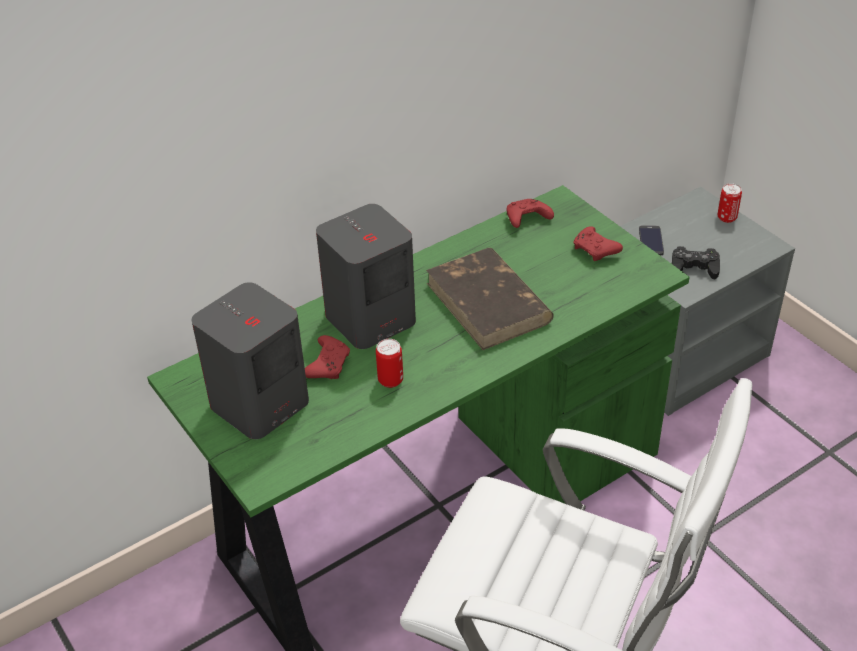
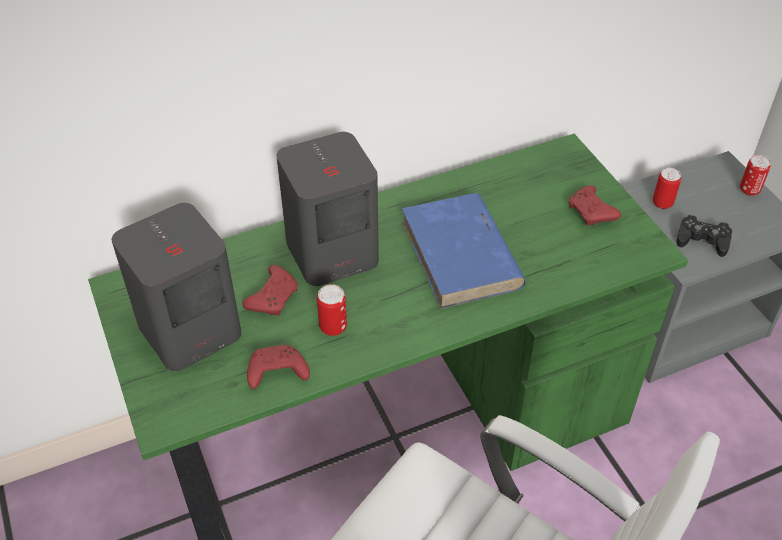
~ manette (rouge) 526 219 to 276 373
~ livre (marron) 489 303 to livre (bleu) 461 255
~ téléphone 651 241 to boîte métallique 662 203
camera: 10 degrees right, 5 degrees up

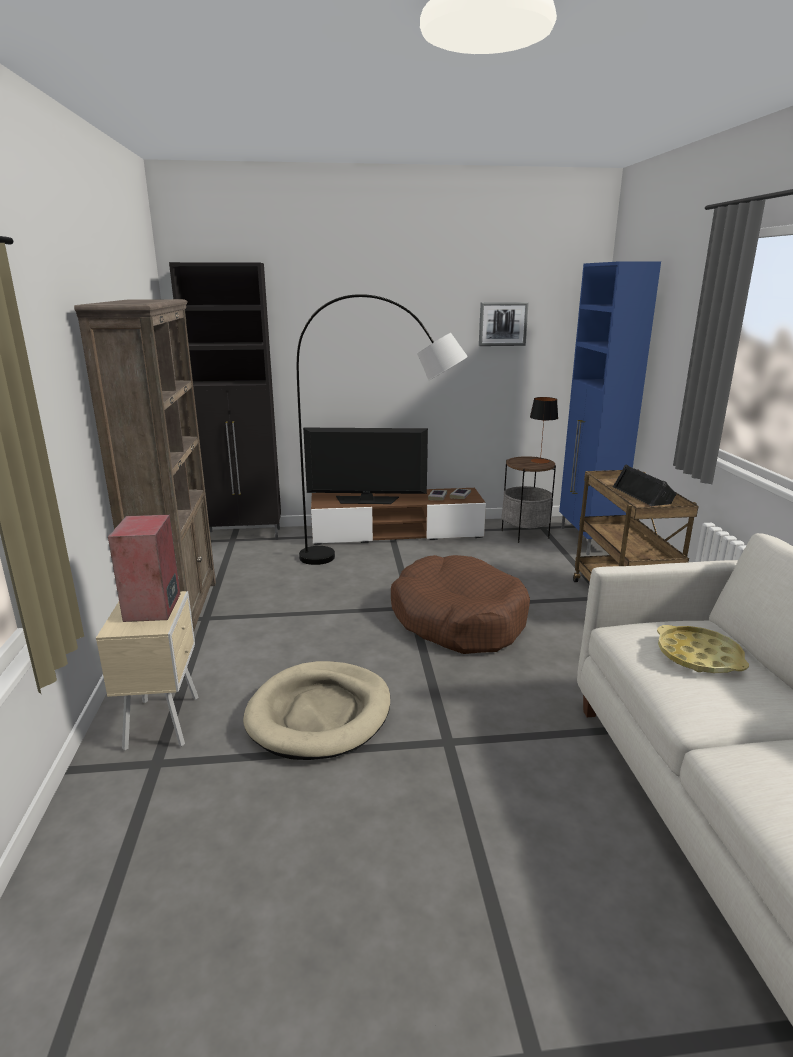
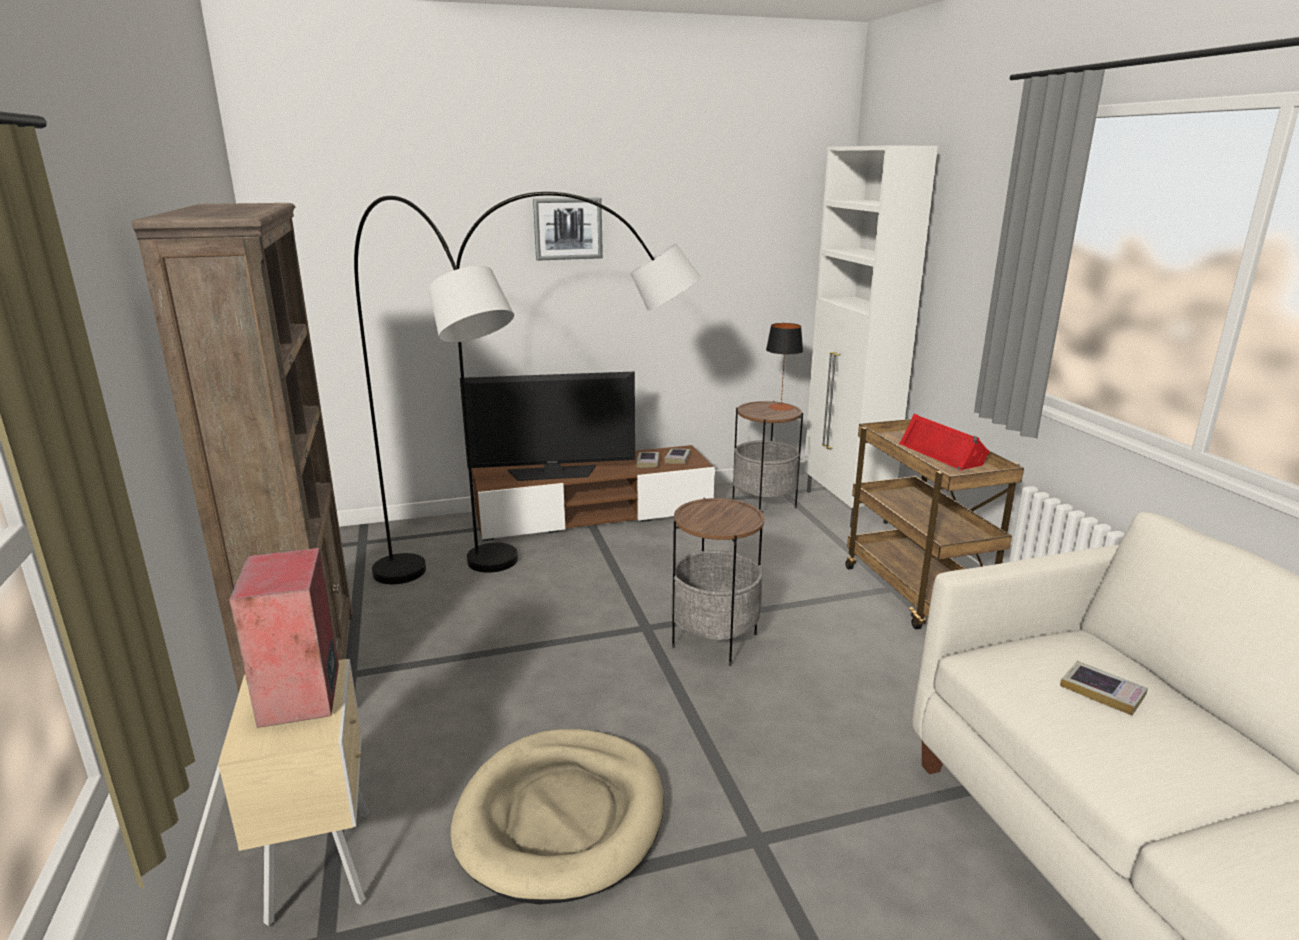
+ lampadaire (gris) 449 608
~ tableau 502 324 to 568 228
~ panier pour chien (marron) 458 619 to table d'appoint 714 640
~ meuble de rangement (bleu) 587 540 to meuble de rangement (blanc) 845 507
~ enceinte (noir) 643 495 to enceinte (rouge) 942 453
~ plateau (jaune) 698 656 to livre 1102 692
- meuble de rangement (noir) 244 535
camera: 10 degrees left, 0 degrees up

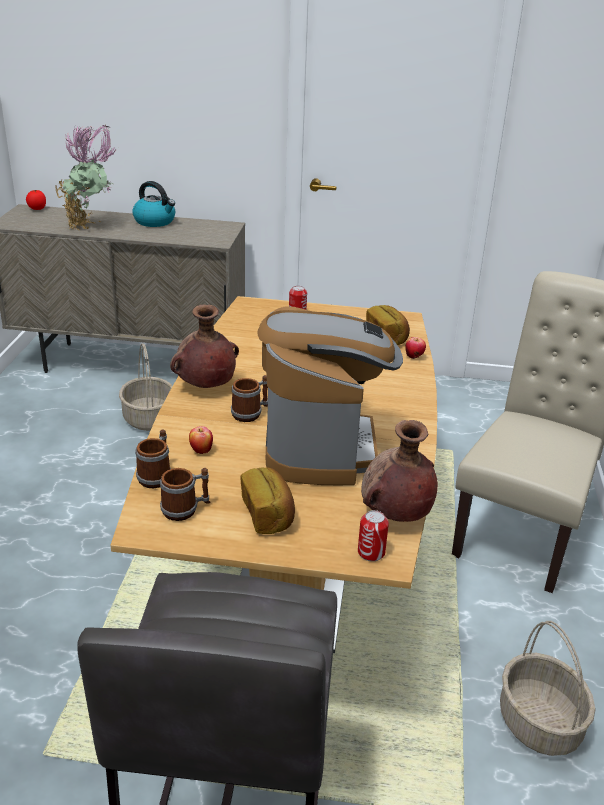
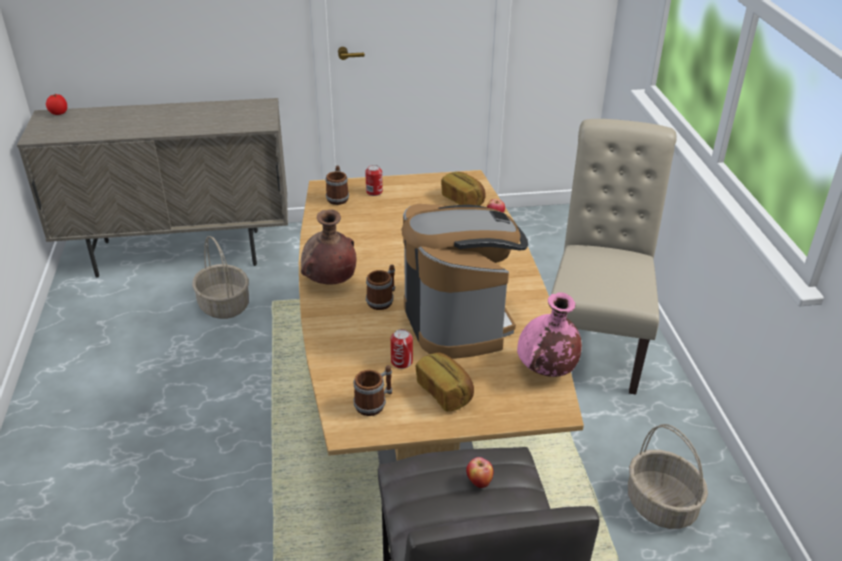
~ mug 157 475 to 338 197
~ boîte métallique 371 552 to 401 362
~ pomme 201 451 to 479 482
~ vase (marron) 395 515 to vase (rose) 546 370
- plante en pot 90 226
- bouilloire 155 221
camera: 15 degrees left, 5 degrees up

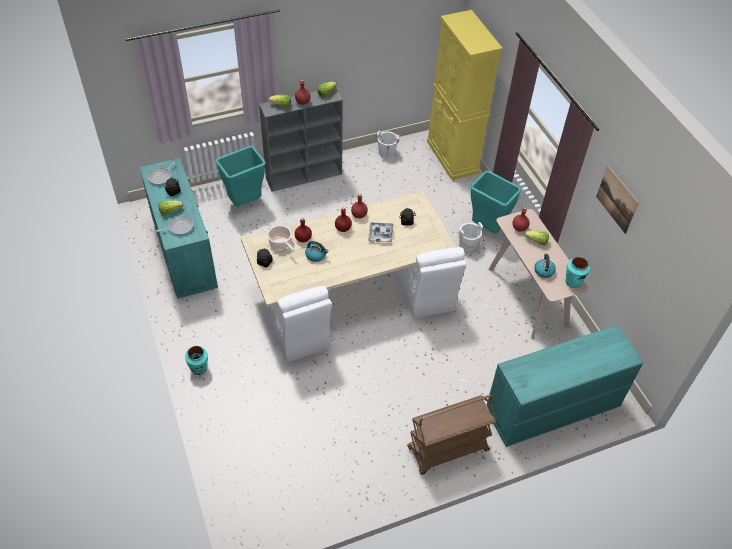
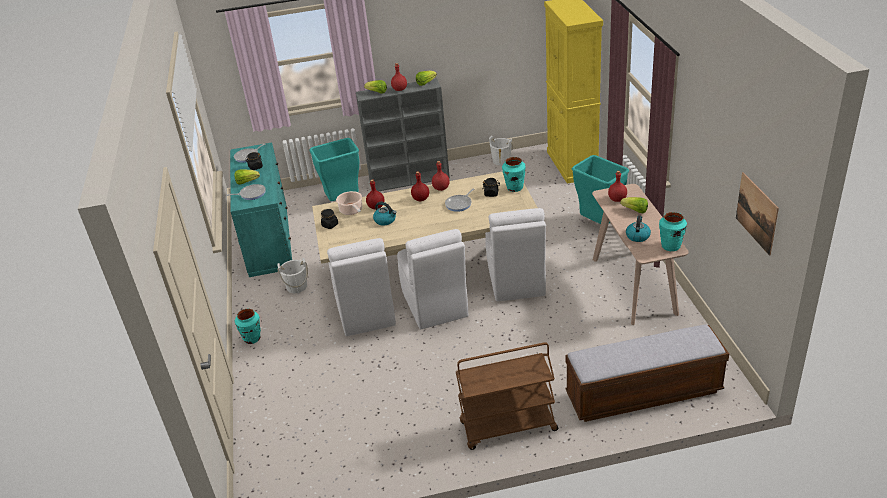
~ seau (blanc) 468 245 to 297 287
+ chaise (blanc) 435 305
~ plateau 380 234 to poêle 459 204
+ vase (turquoise) 514 188
~ commode (turquoise) 551 409 to banc 643 393
~ tableau 617 199 to 756 213
camera: 15 degrees right, 15 degrees down

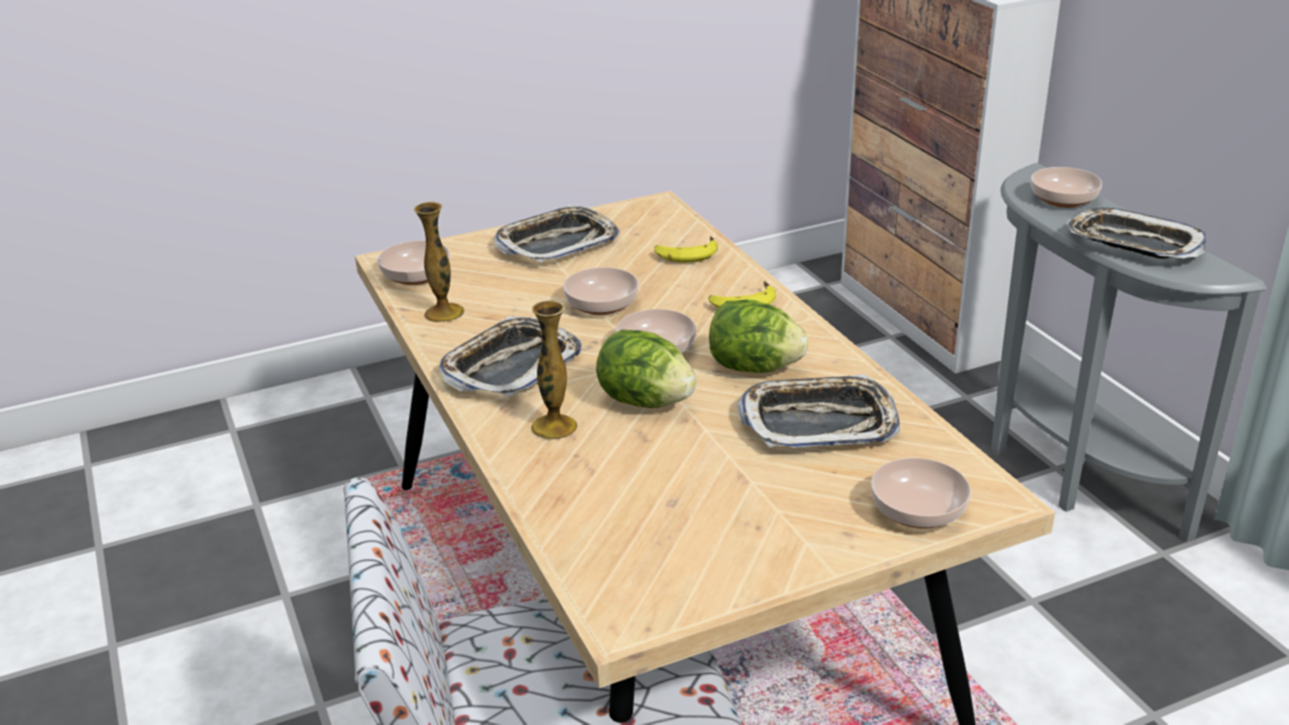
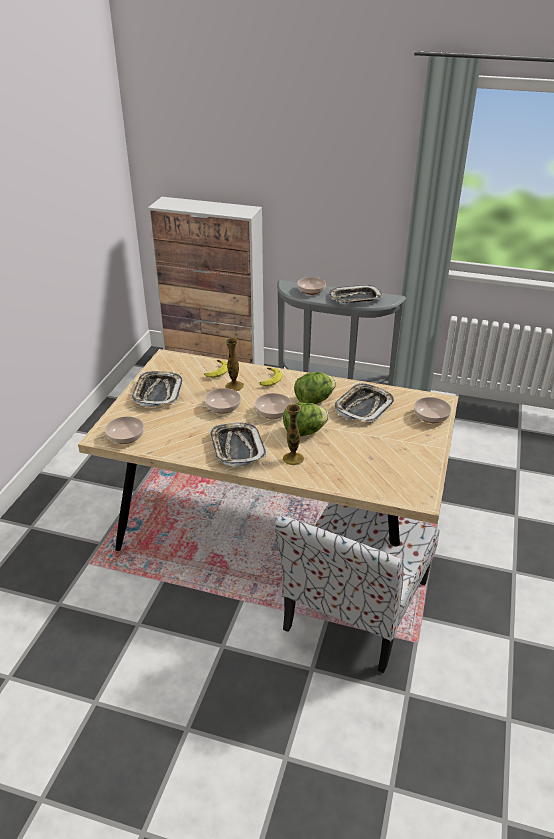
~ vase 444 313 to 234 386
camera: 50 degrees left, 5 degrees up

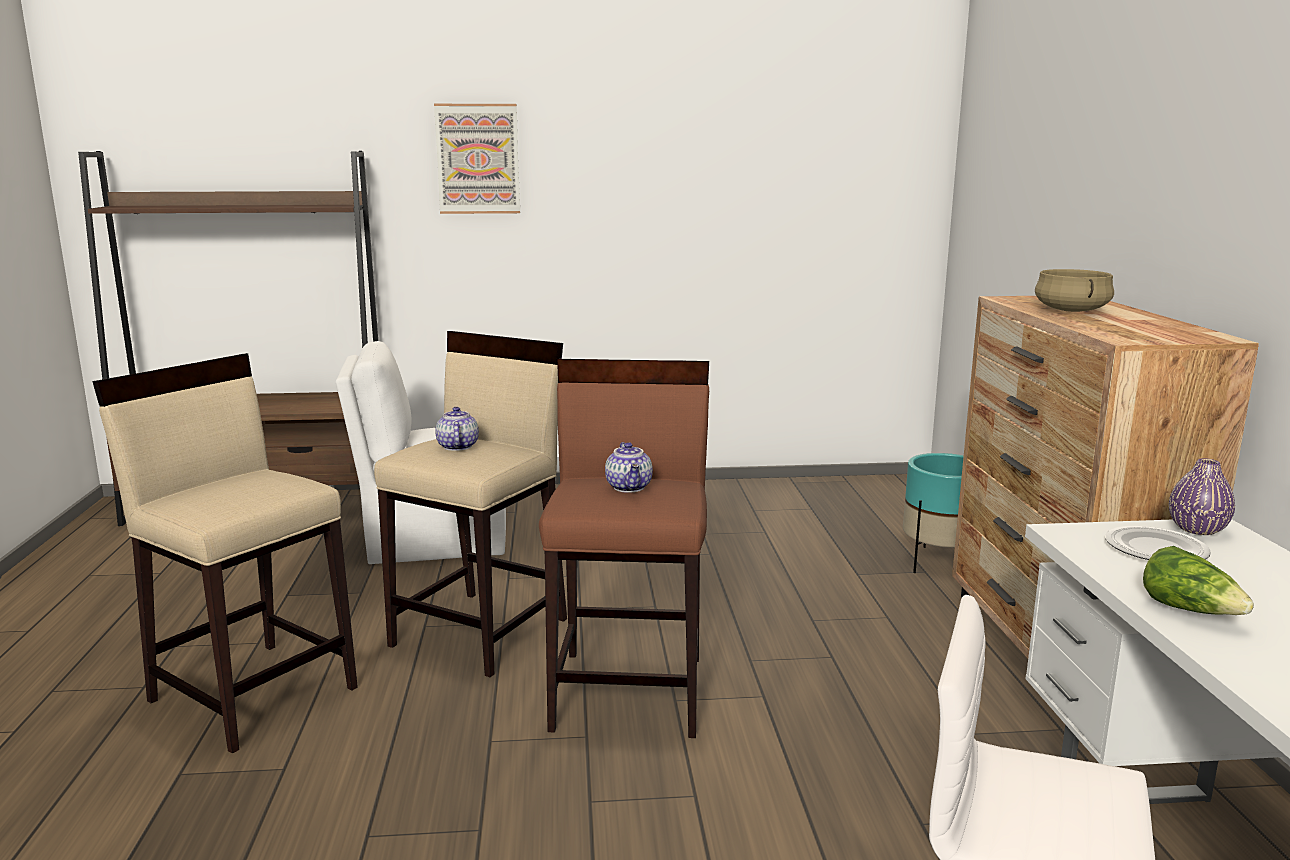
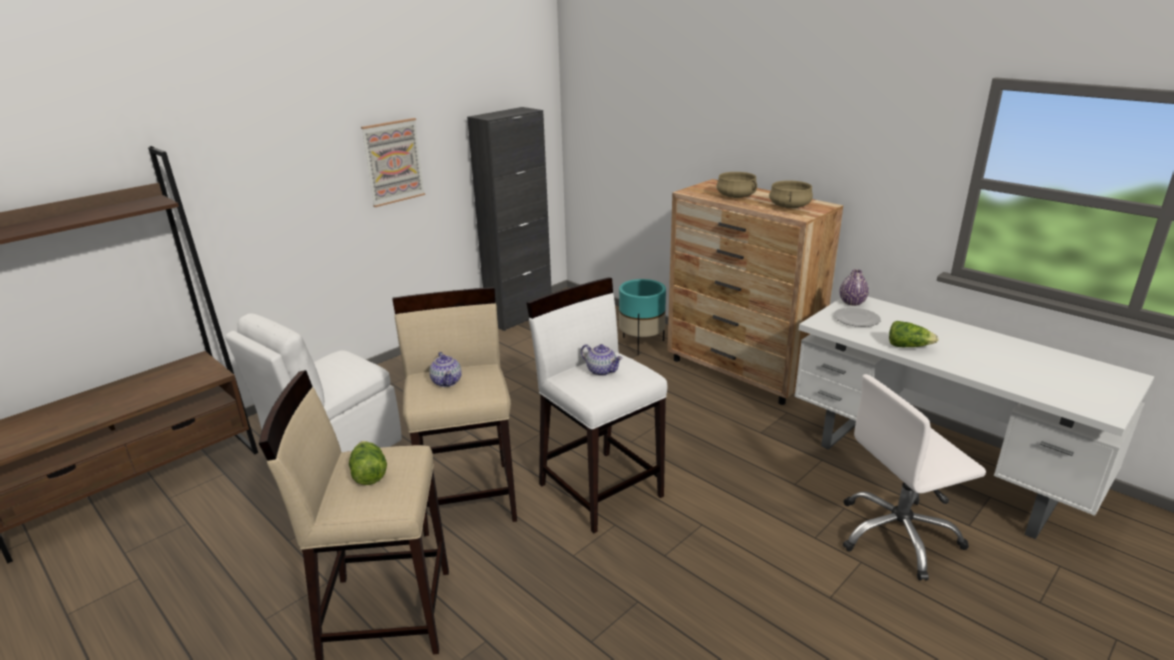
+ laitue 368 474
~ tableau 478 159 to 393 162
~ théière 457 447 = 447 381 150 degrees counterclockwise
+ meuble de rangement (noir) 519 316
~ tabouret (marron) 630 691 to tabouret (blanc) 600 489
+ marmite (beige) 789 206
camera: 40 degrees left, 10 degrees up

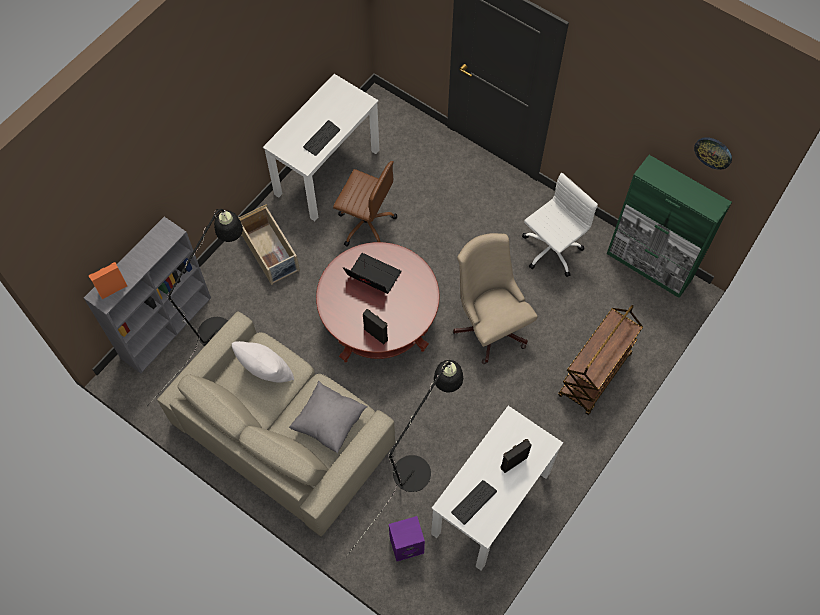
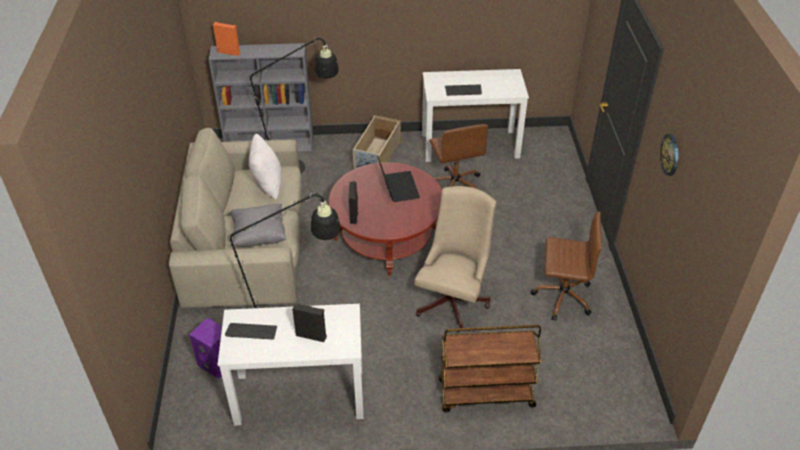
~ chaise de bureau (blanc) 550 251 to chaise de bureau (marron) 561 296
~ horloge murale 713 152 to 670 154
- meuble de rangement (vert) 649 266
camera: 50 degrees right, 20 degrees down

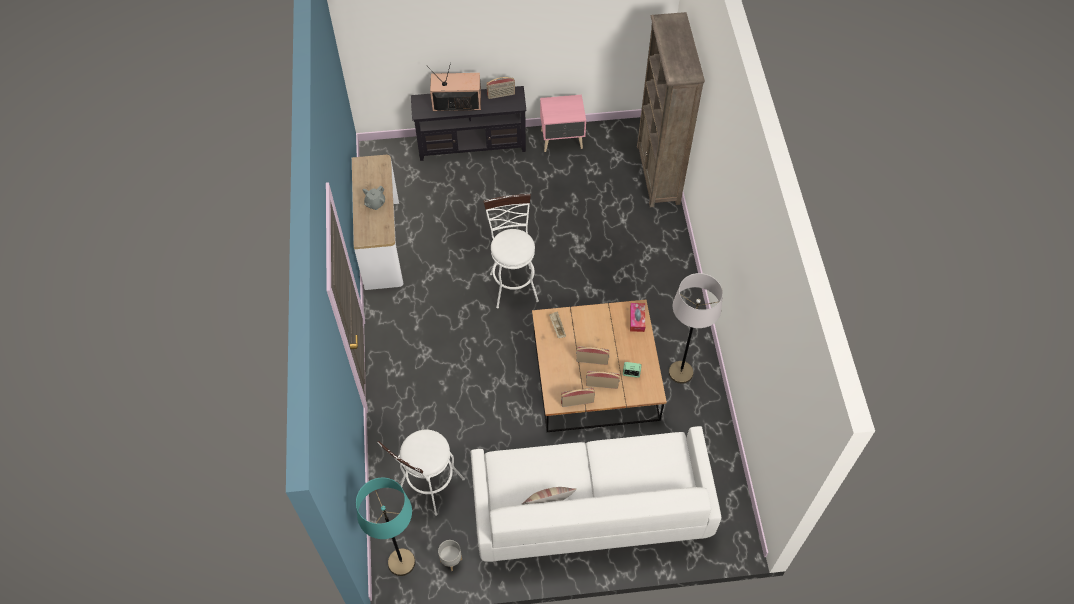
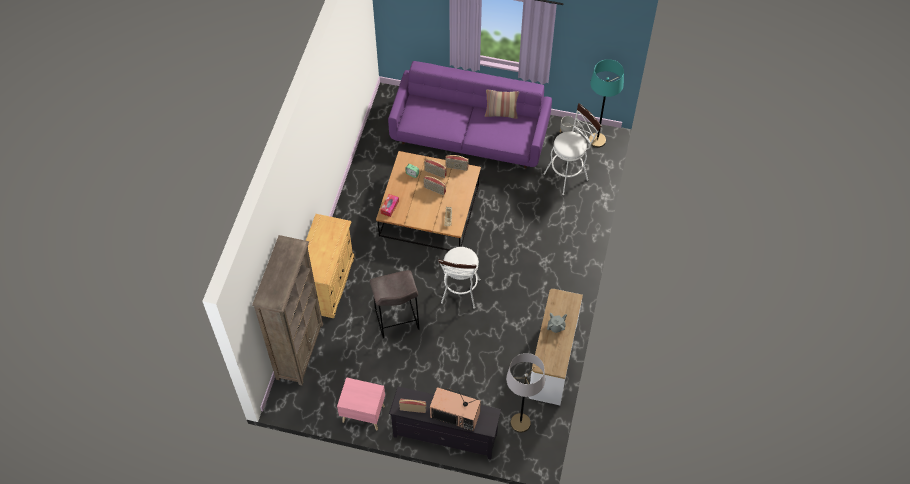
+ meuble de rangement (beige) 328 283
+ tabouret (gris) 397 321
~ canapé (blanc) 590 506 to canapé (violet) 470 135
~ lampadaire (gris) 680 372 to 520 423
camera: 160 degrees left, 0 degrees up

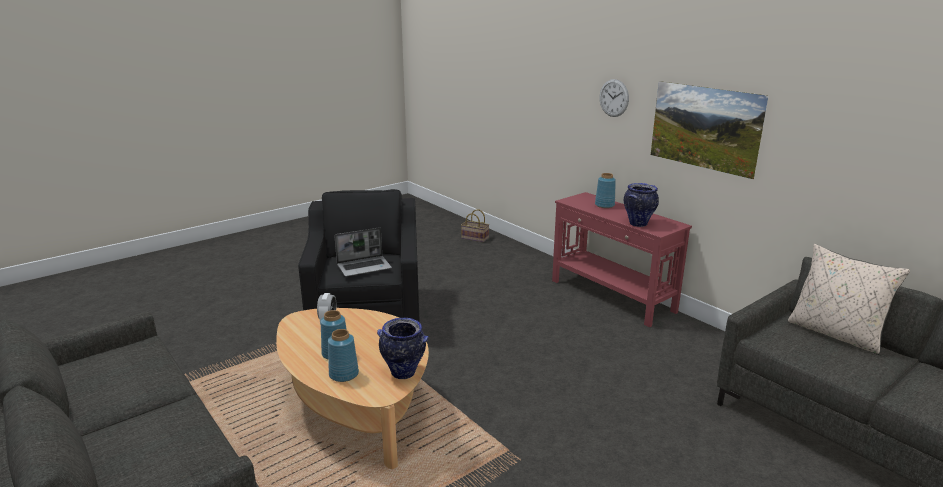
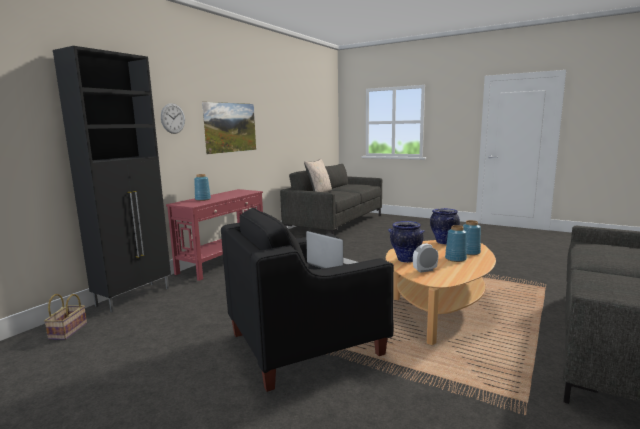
+ meuble de rangement (noir) 135 296
~ vase 638 224 to 405 260
camera: 110 degrees left, 10 degrees down

